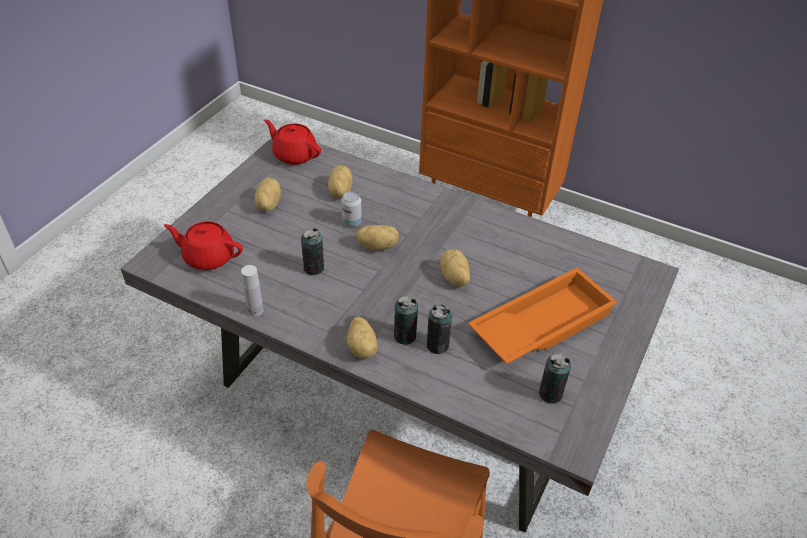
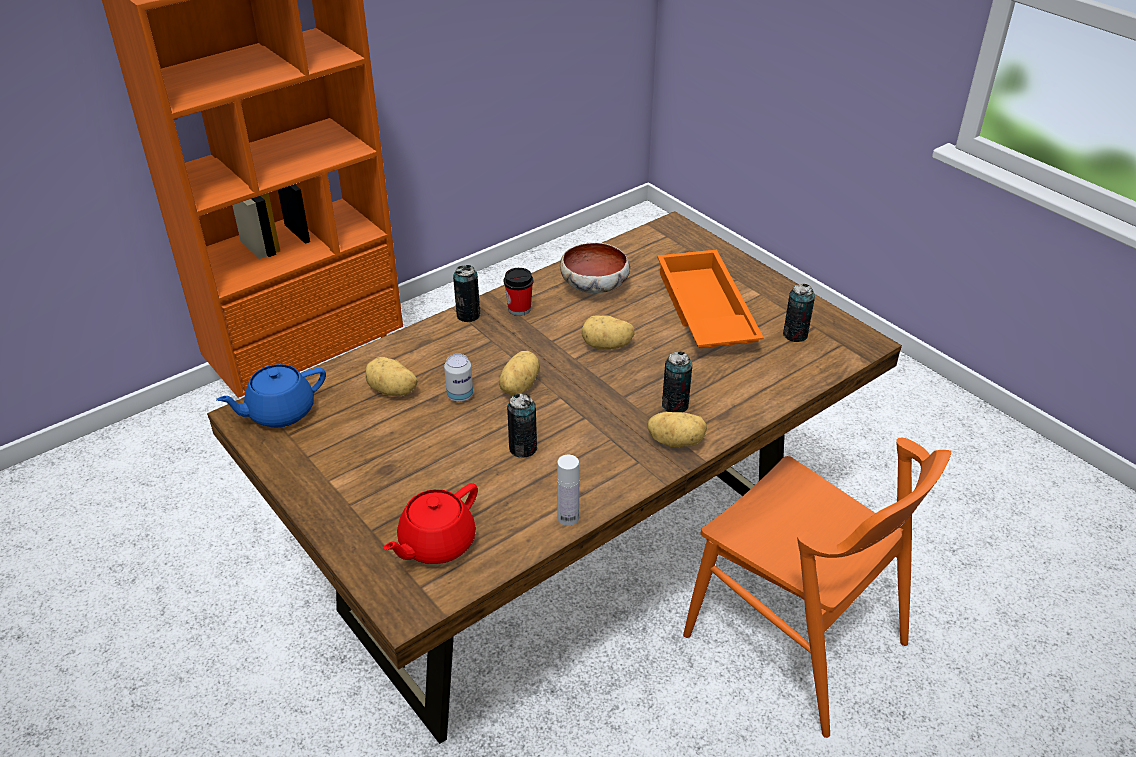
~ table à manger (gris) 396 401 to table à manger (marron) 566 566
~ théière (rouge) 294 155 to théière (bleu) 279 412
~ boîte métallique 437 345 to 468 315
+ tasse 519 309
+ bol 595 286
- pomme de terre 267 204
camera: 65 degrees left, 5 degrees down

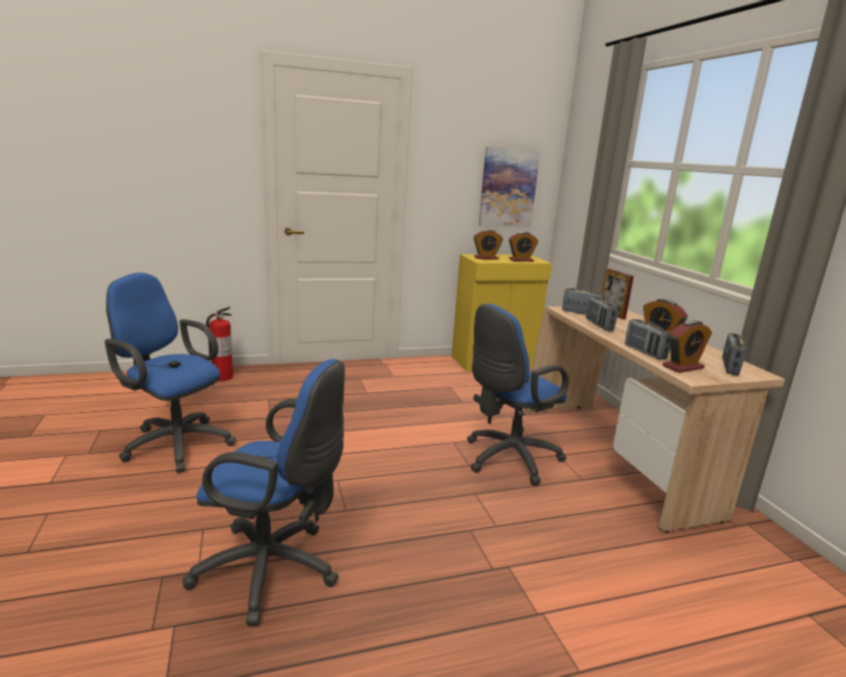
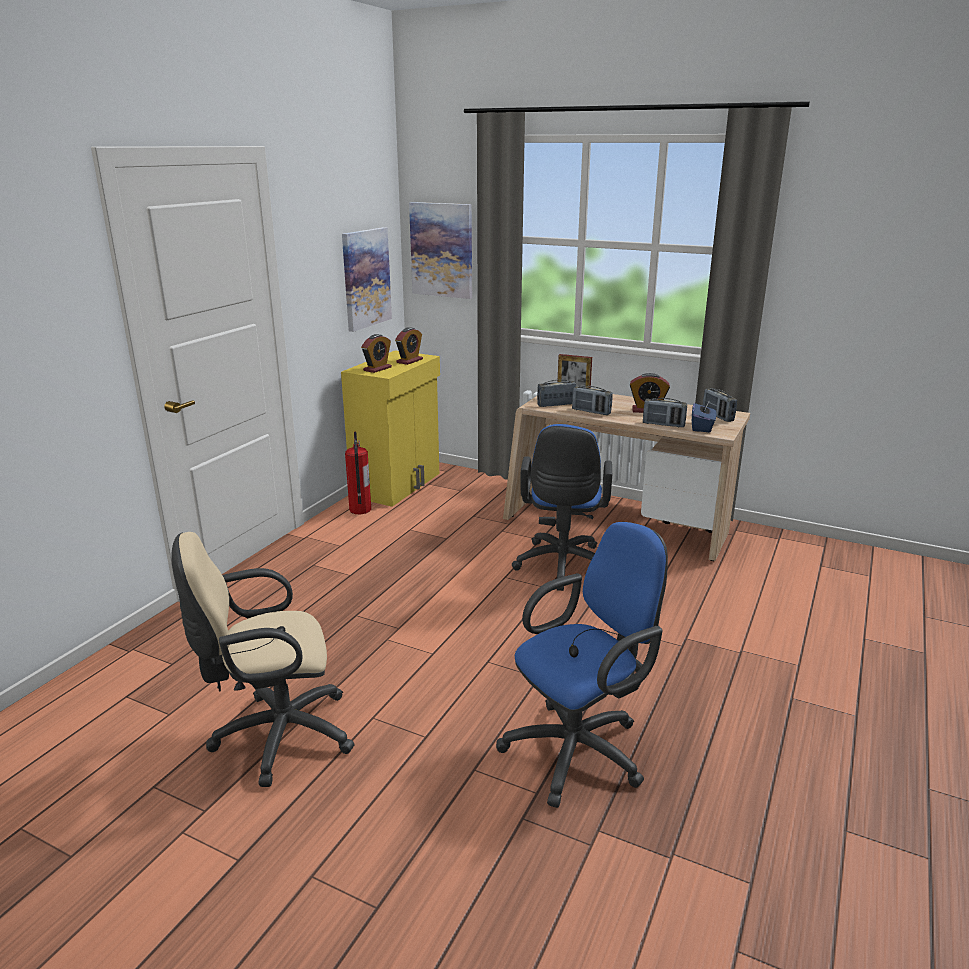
~ chaise de bureau (bleu) 174 443 to chaise de bureau (beige) 276 736
~ extincteur 222 377 to 360 510
+ tableau 442 250
~ réveil 683 367 to boîte à mouchoirs (bleu) 702 427
camera: 45 degrees left, 5 degrees up

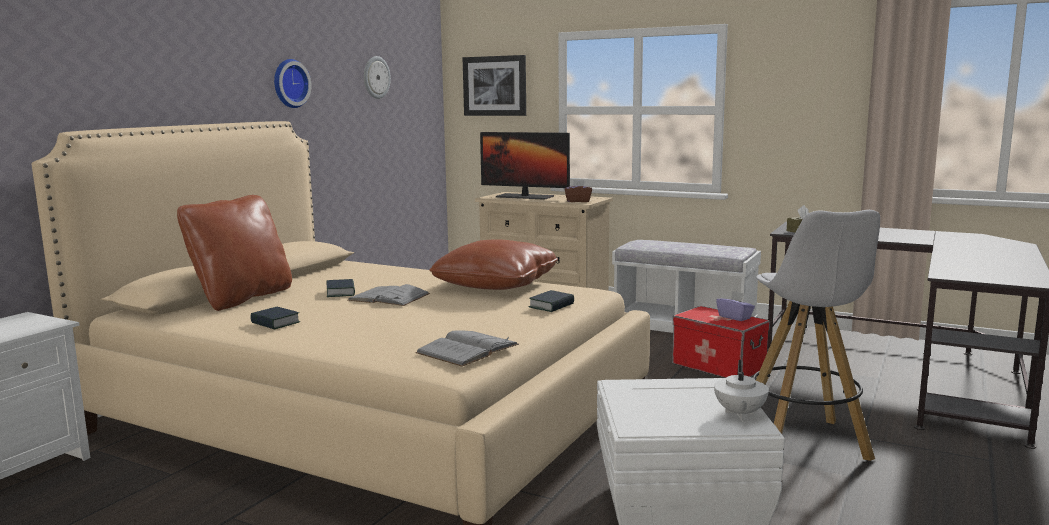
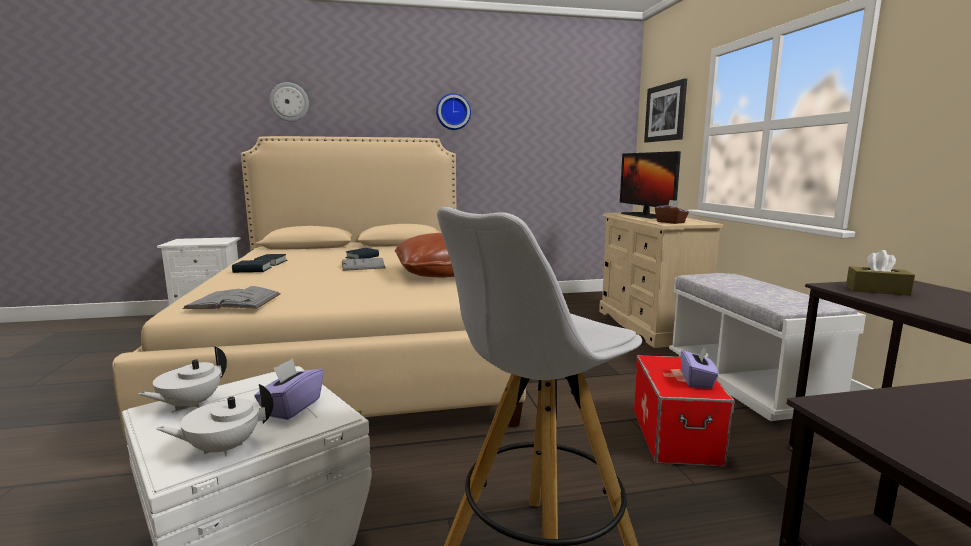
+ théière (blanc) 190 405
~ livre 551 306 to 252 270
+ boîte à mouchoirs (violet) 291 407
~ horloge murale 376 77 to 289 102
- coussin (marron) 242 298
camera: 50 degrees right, 0 degrees up

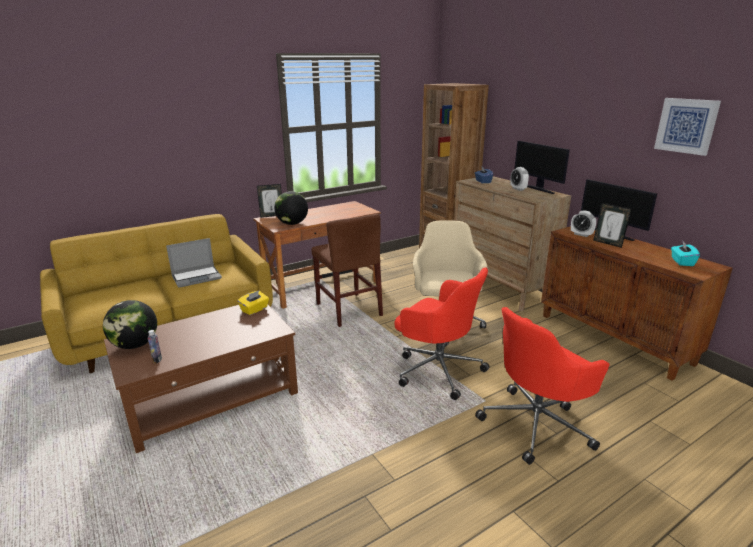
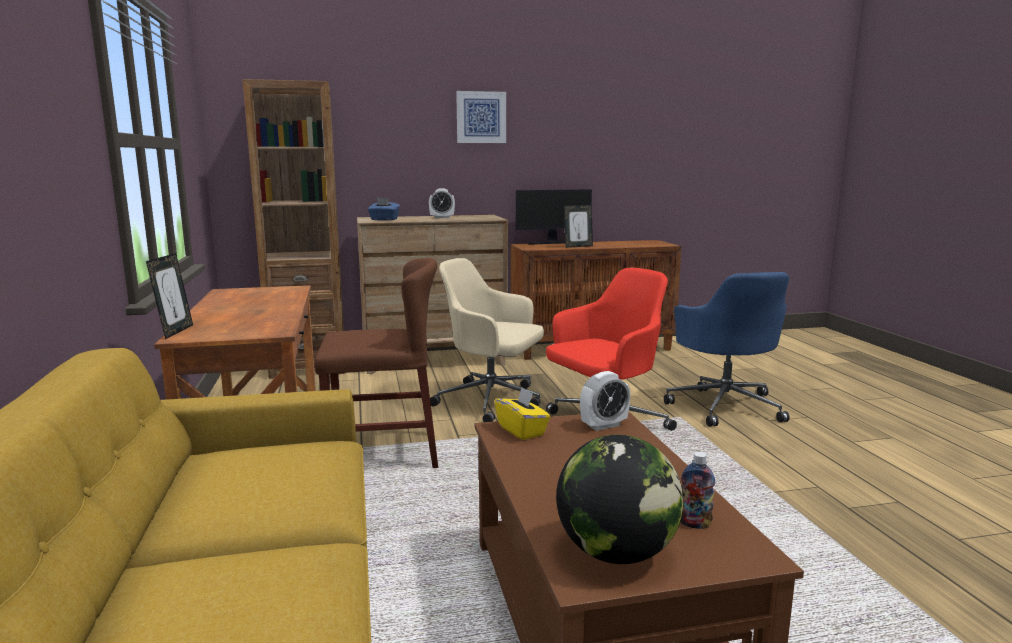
~ tableau 686 126 to 481 117
~ réveil 581 234 to 604 425
~ chaise de bureau (rouge) 536 424 to chaise de bureau (bleu) 725 406
- ordinateur portable 197 277
- globe 292 224
- écran d'ordinateur 537 189
- boîte à mouchoirs (turquoise) 682 262
camera: 70 degrees left, 10 degrees down

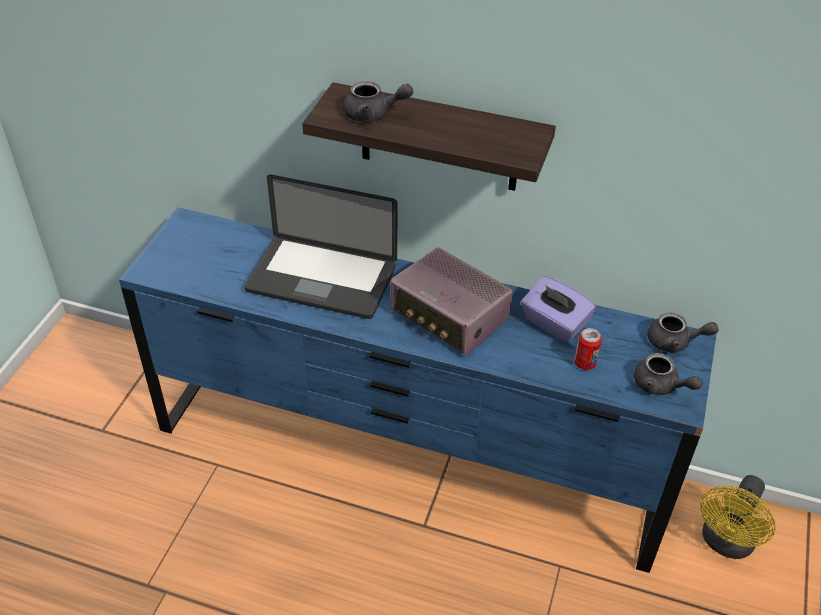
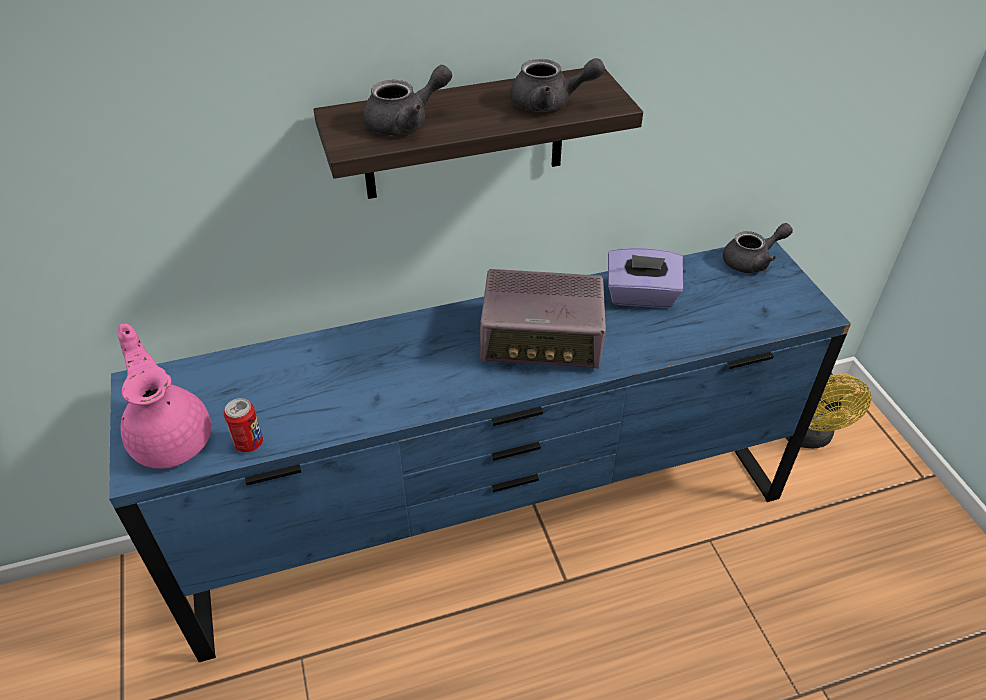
+ théière (rose) 172 438
~ boîte métallique 584 363 to 249 443
~ théière (gris) 660 386 to 550 103
- ordinateur portable 321 279
camera: 35 degrees left, 0 degrees up

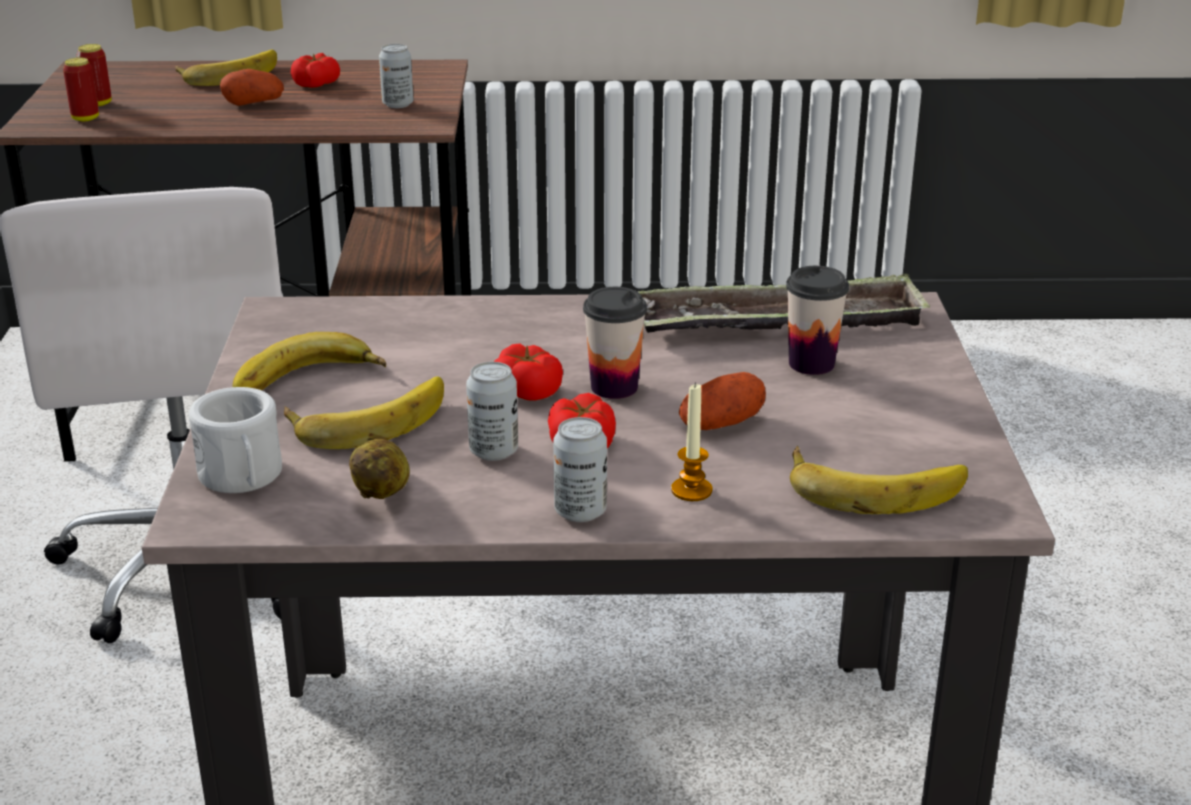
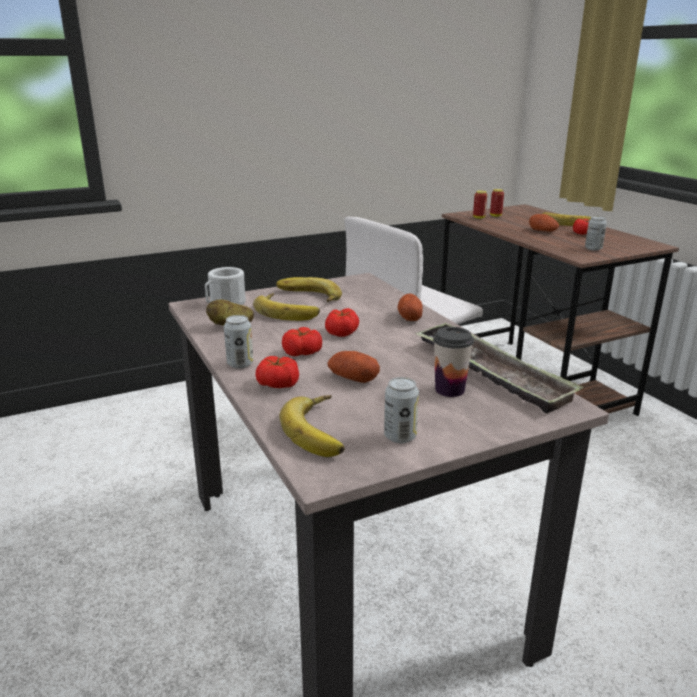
~ bougie 691 490 to tomate 278 384
~ boîte métallique 493 451 to 400 436
+ pomme de terre 409 317
- tasse 614 387
camera: 65 degrees right, 5 degrees down

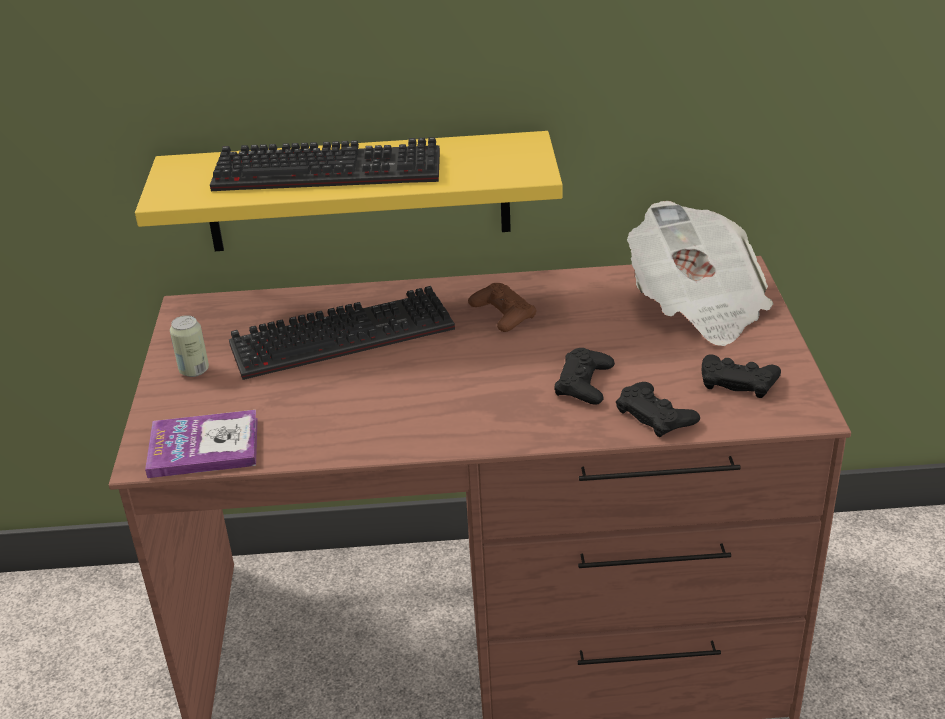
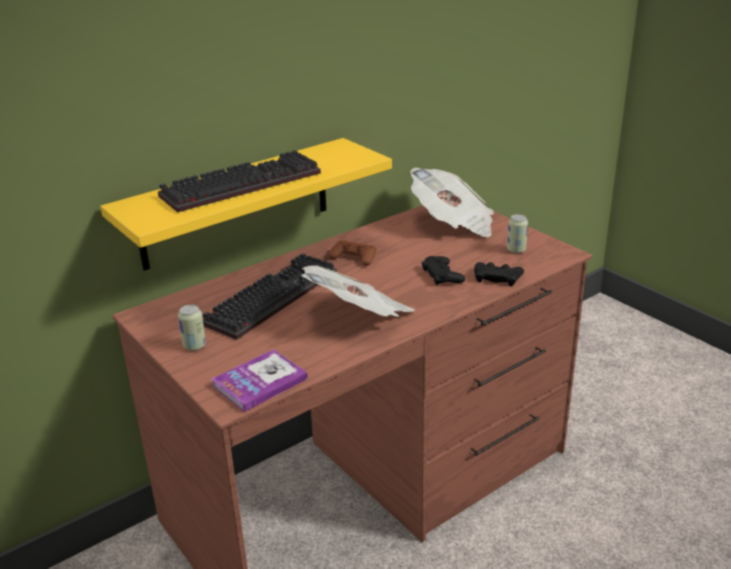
+ journal 359 317
~ manette (noir) 738 381 to boîte métallique 516 250
camera: 35 degrees left, 5 degrees down

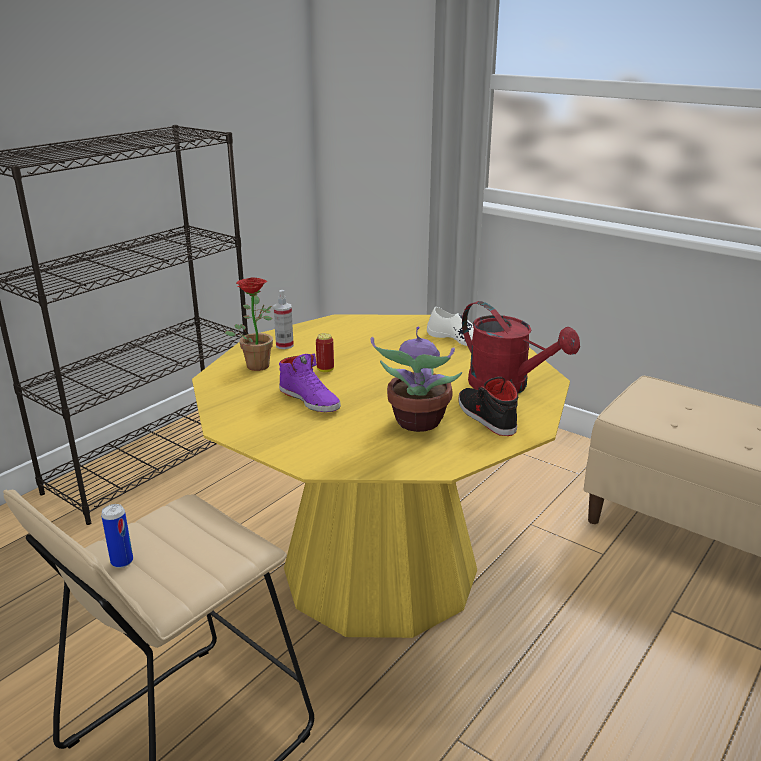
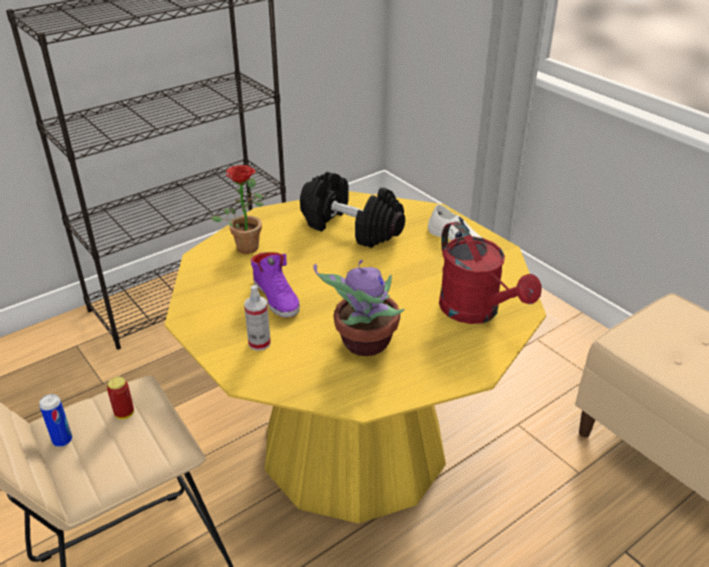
~ boîte métallique 325 370 to 124 413
~ vaporisateur 284 345 to 259 343
+ haltère (noir) 352 228
- chaussure (noir) 485 416
camera: 15 degrees right, 10 degrees up

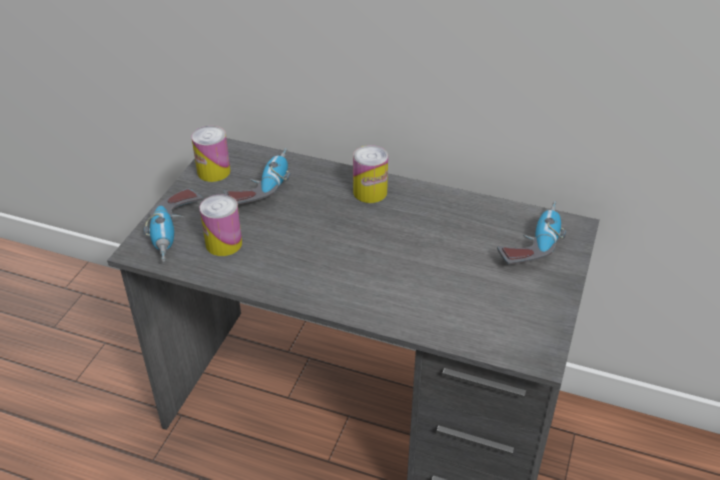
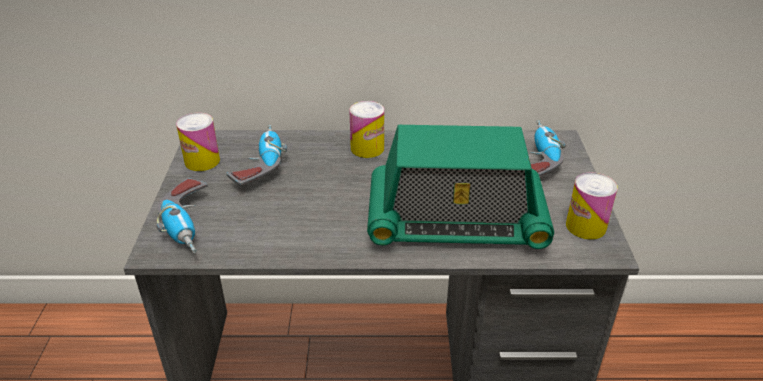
+ radio 456 221
~ boîte métallique 224 243 to 585 226
camera: 20 degrees left, 5 degrees down

